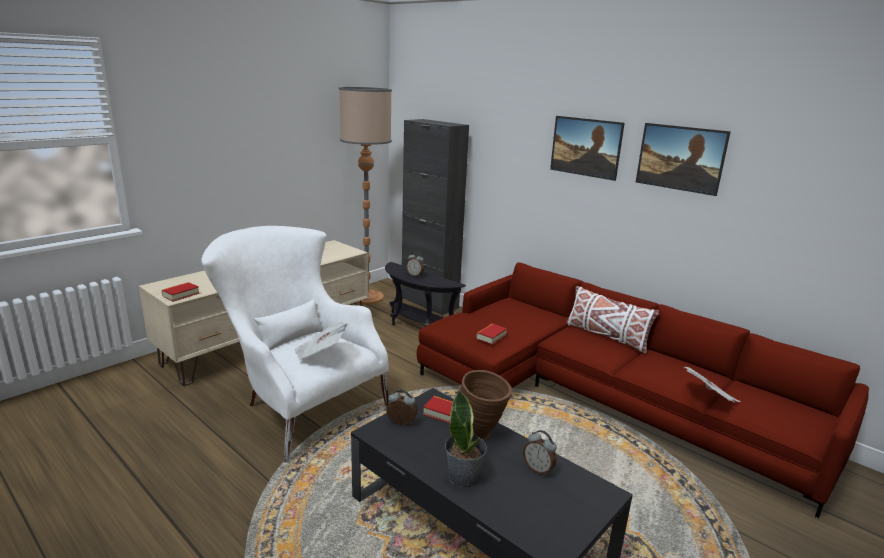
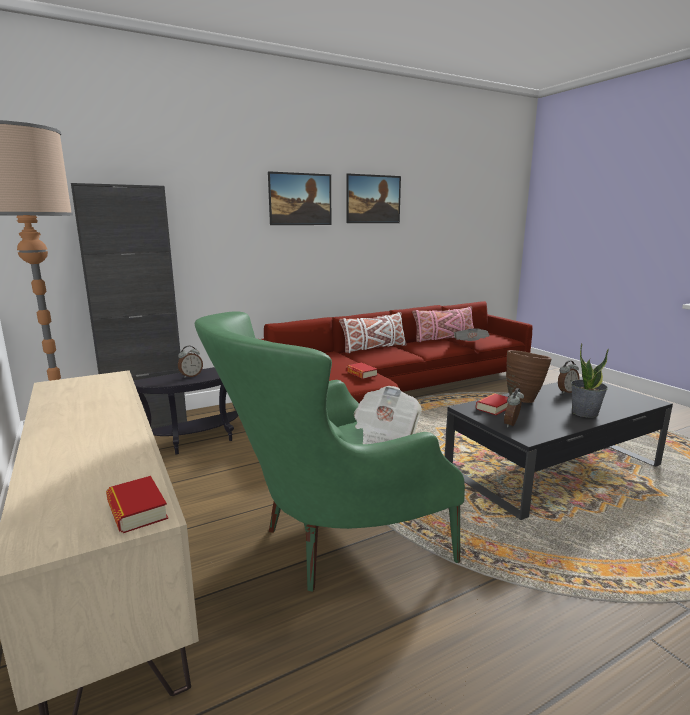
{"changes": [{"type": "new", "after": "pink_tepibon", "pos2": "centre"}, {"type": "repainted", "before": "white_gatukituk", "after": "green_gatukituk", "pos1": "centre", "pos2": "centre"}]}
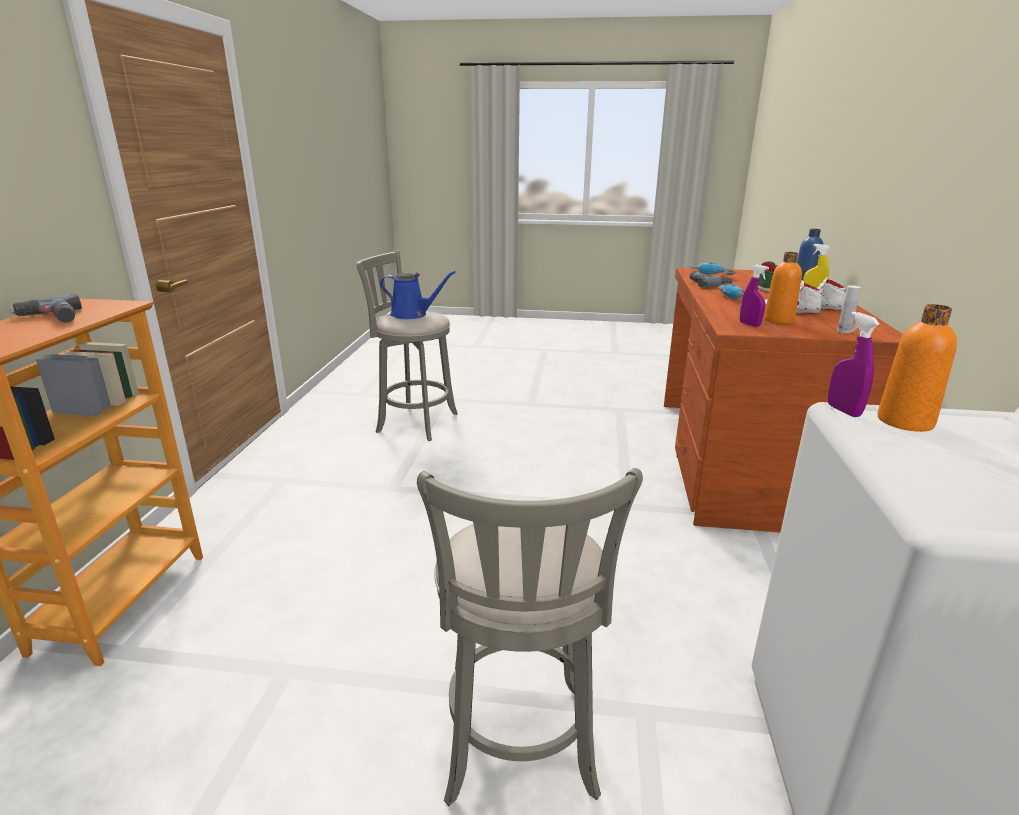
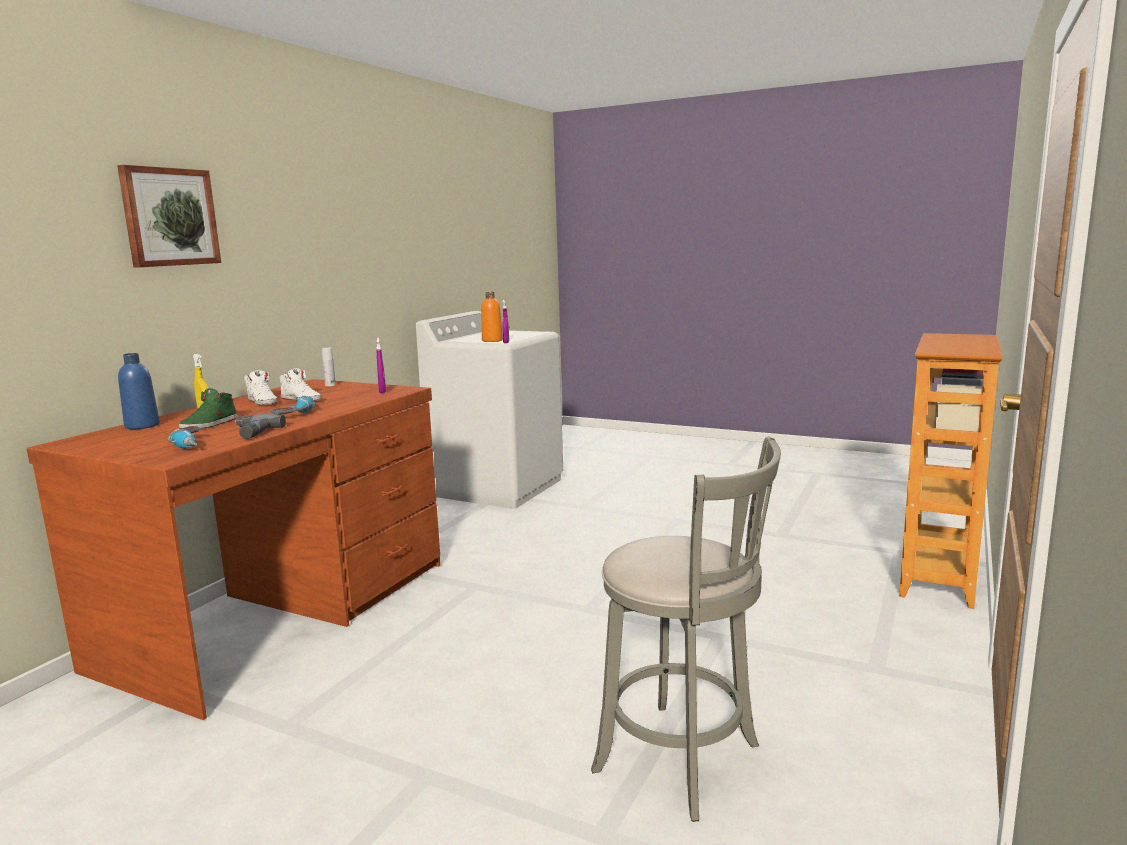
{"changes": [{"type": "gone", "before": "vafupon (no. 1 from left)", "pos1": "middle left"}, {"type": "gone", "before": "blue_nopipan", "pos1": "centre"}, {"type": "gone", "before": "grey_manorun (no. 2 from left)", "pos1": "bottom centre"}, {"type": "gone", "before": "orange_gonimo (no. 1 from left)", "pos1": "middle right"}, {"type": "new", "after": "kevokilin", "pos2": "top left"}]}
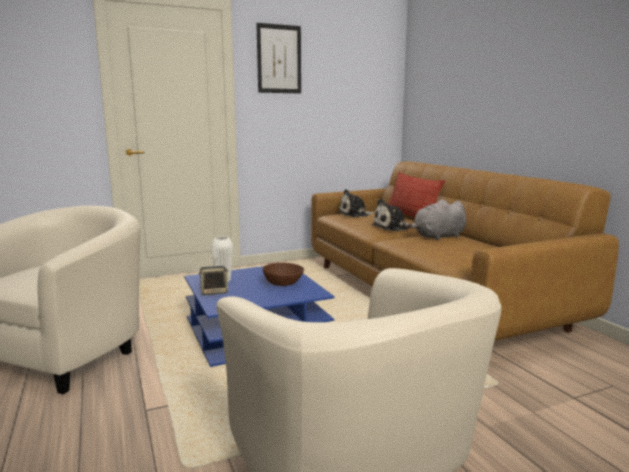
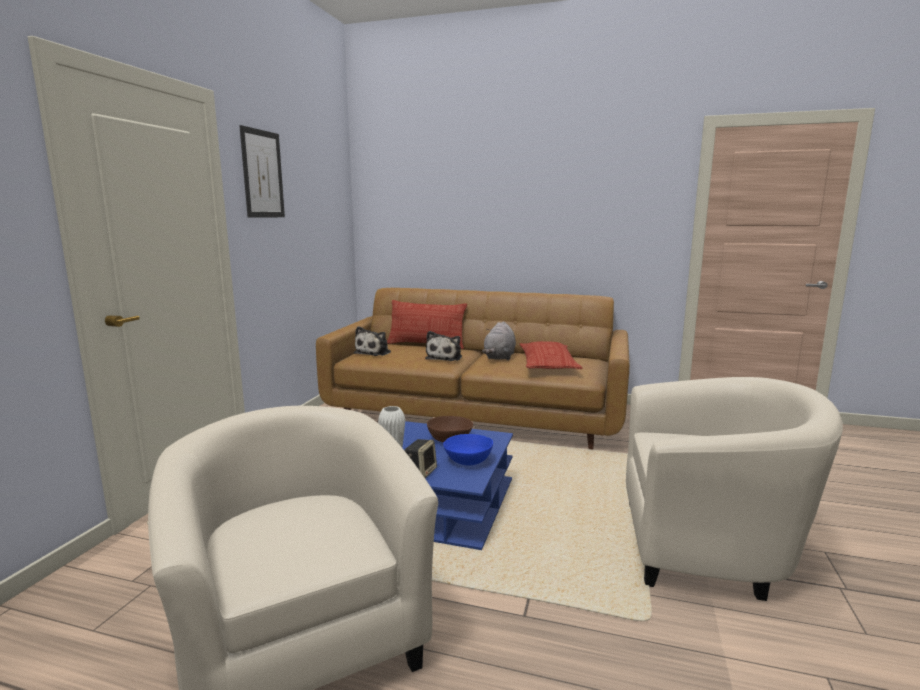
{"changes": [{"type": "new", "after": "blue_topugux", "pos2": "centre"}, {"type": "new", "after": "tepibon (no. 2 from left)", "pos2": "centre"}]}
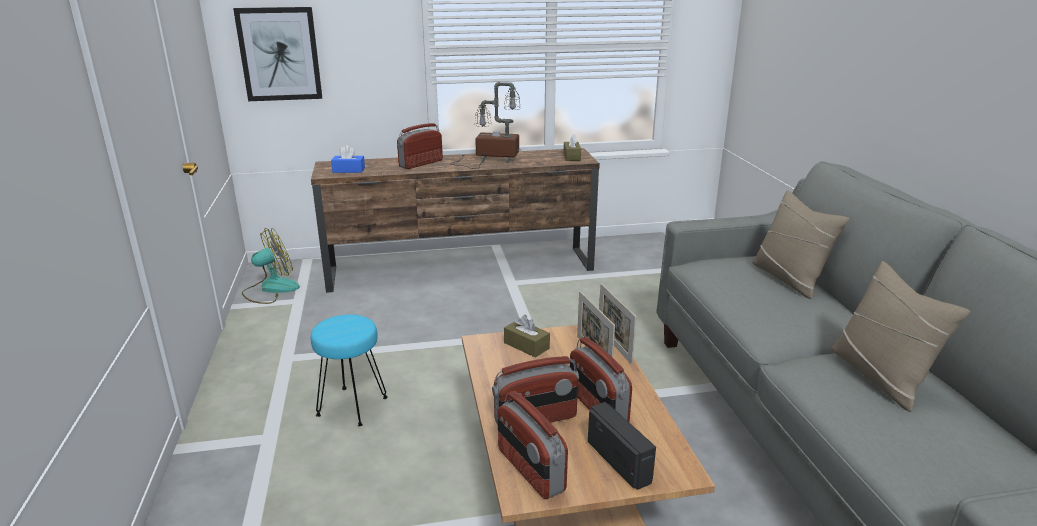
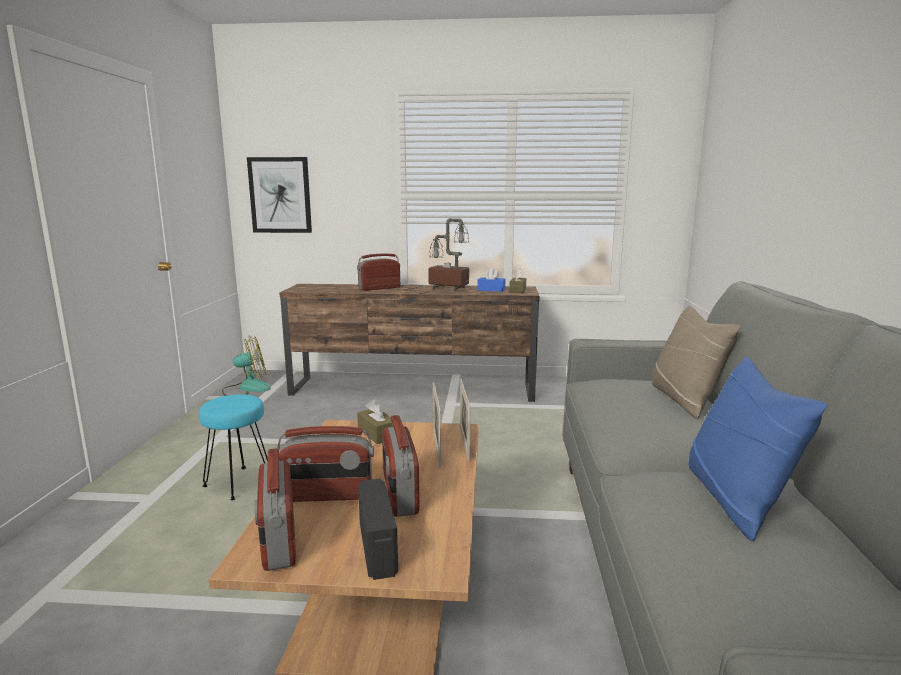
{"changes": [{"type": "shifted", "before": "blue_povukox", "pos1": "top centre", "pos2": "centre"}, {"type": "repainted", "before": "beige_tepibon (no. 2 from left)", "after": "blue_tepibon", "pos1": "middle right", "pos2": "middle right"}]}
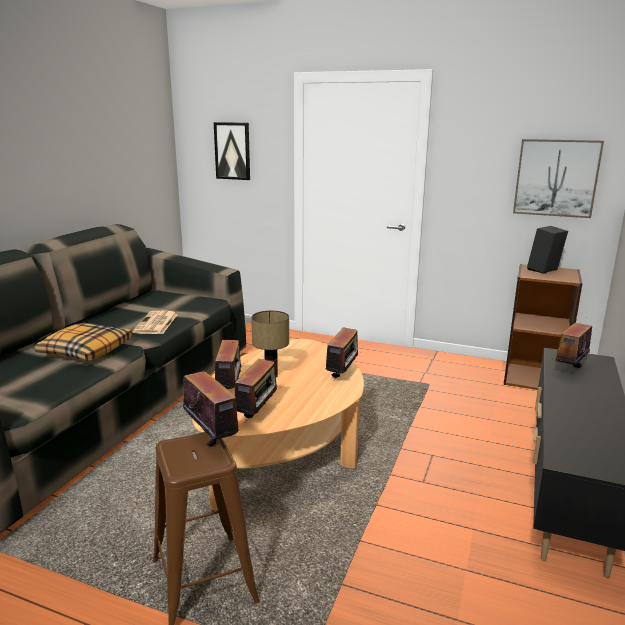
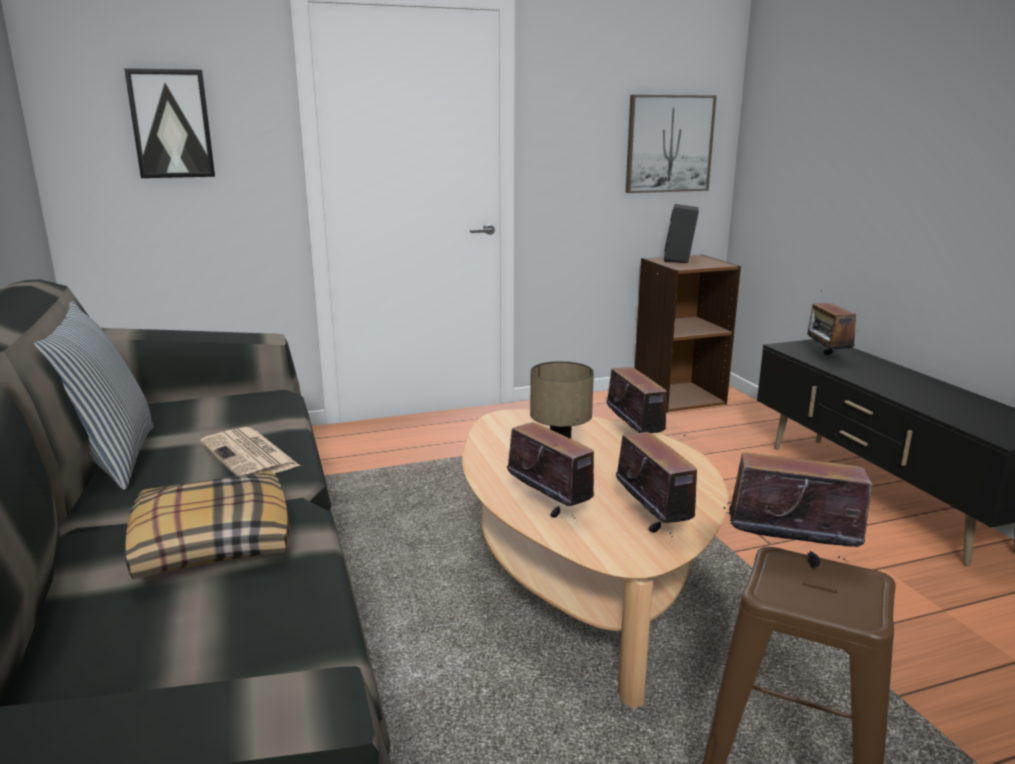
{"changes": [{"type": "new", "after": "tepibon (no. 1 from left)", "pos2": "middle left"}]}
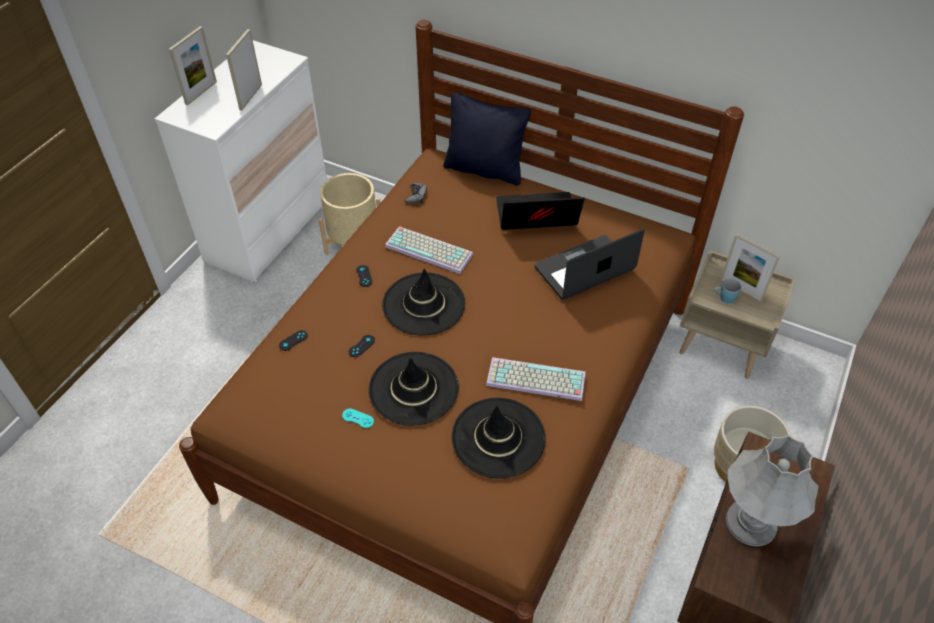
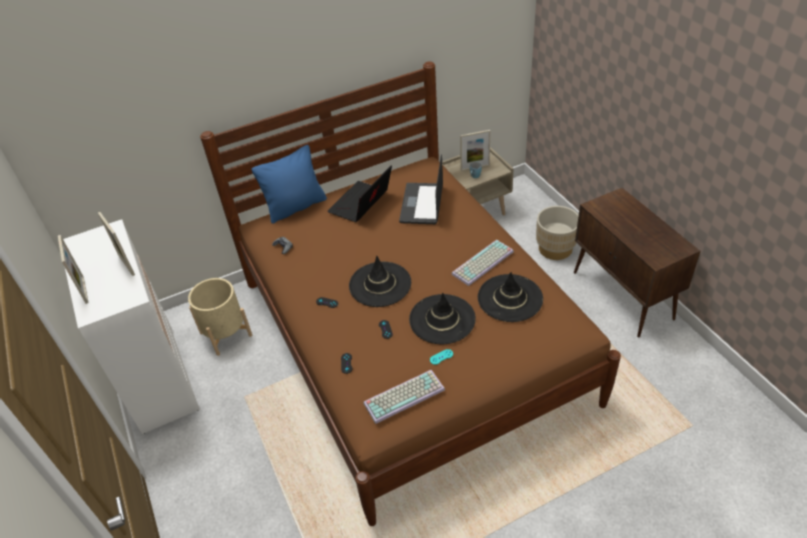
{"changes": [{"type": "gone", "before": "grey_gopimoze", "pos1": "bottom right"}, {"type": "shifted", "before": "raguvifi (no. 1 from left)", "pos1": "centre", "pos2": "bottom centre"}, {"type": "repainted", "before": "black_tepibon", "after": "blue_tepibon", "pos1": "top centre", "pos2": "centre"}]}
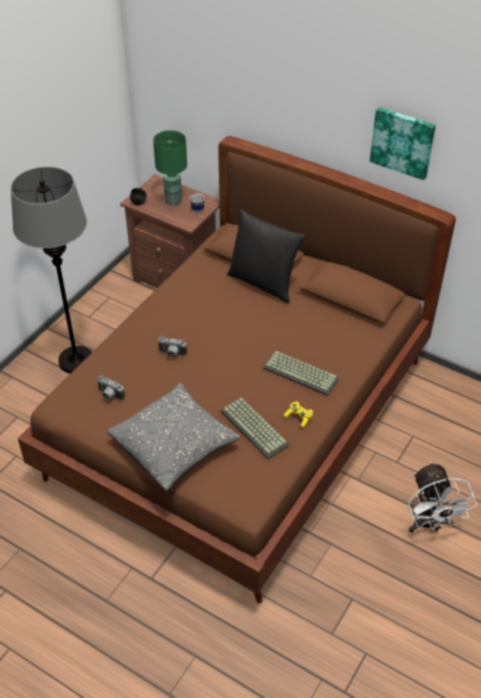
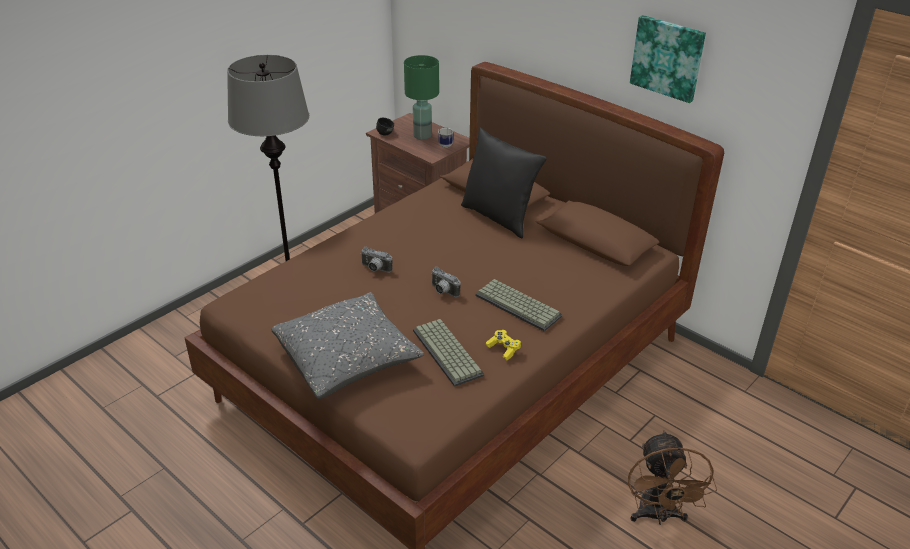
{"changes": [{"type": "shifted", "before": "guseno (no. 1 from left in the first image)", "after": "guseno (no. 2 from left)", "pos1": "middle left", "pos2": "centre"}, {"type": "repainted", "before": "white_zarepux", "after": "brown_zarepux", "pos1": "bottom right", "pos2": "bottom right"}]}
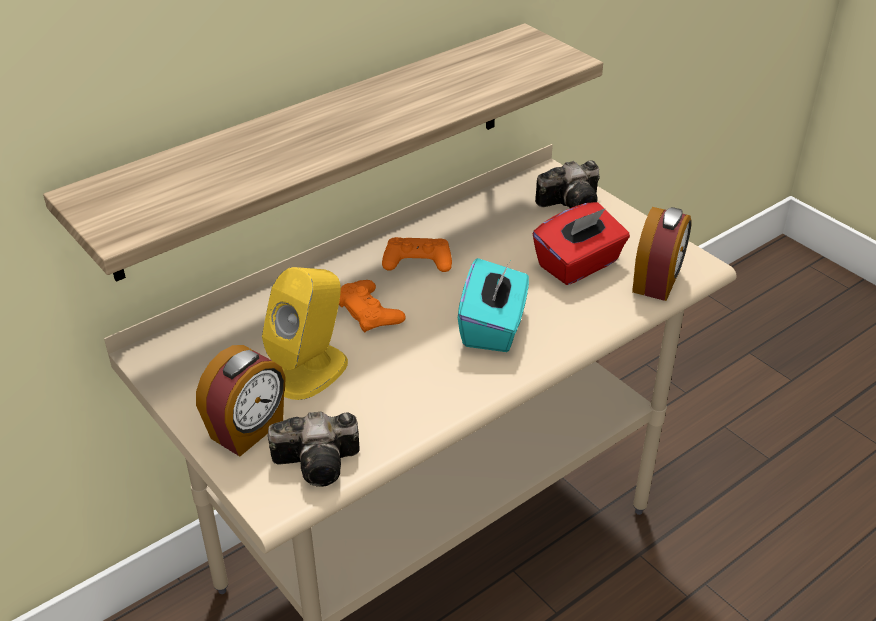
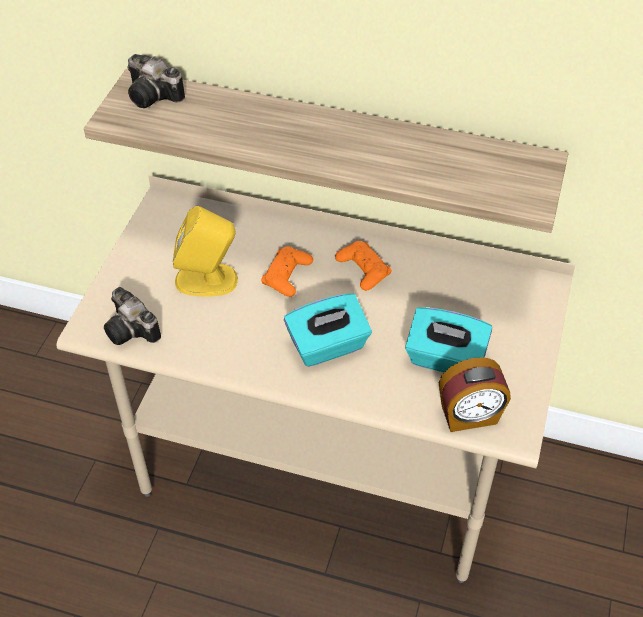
{"changes": [{"type": "gone", "before": "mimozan (no. 1 from left)", "pos1": "middle left"}, {"type": "shifted", "before": "guseno (no. 2 from left)", "pos1": "top centre", "pos2": "top left"}, {"type": "repainted", "before": "red_povukox", "after": "turquoise_povukox (no. 2 from left)", "pos1": "centre", "pos2": "middle right"}]}
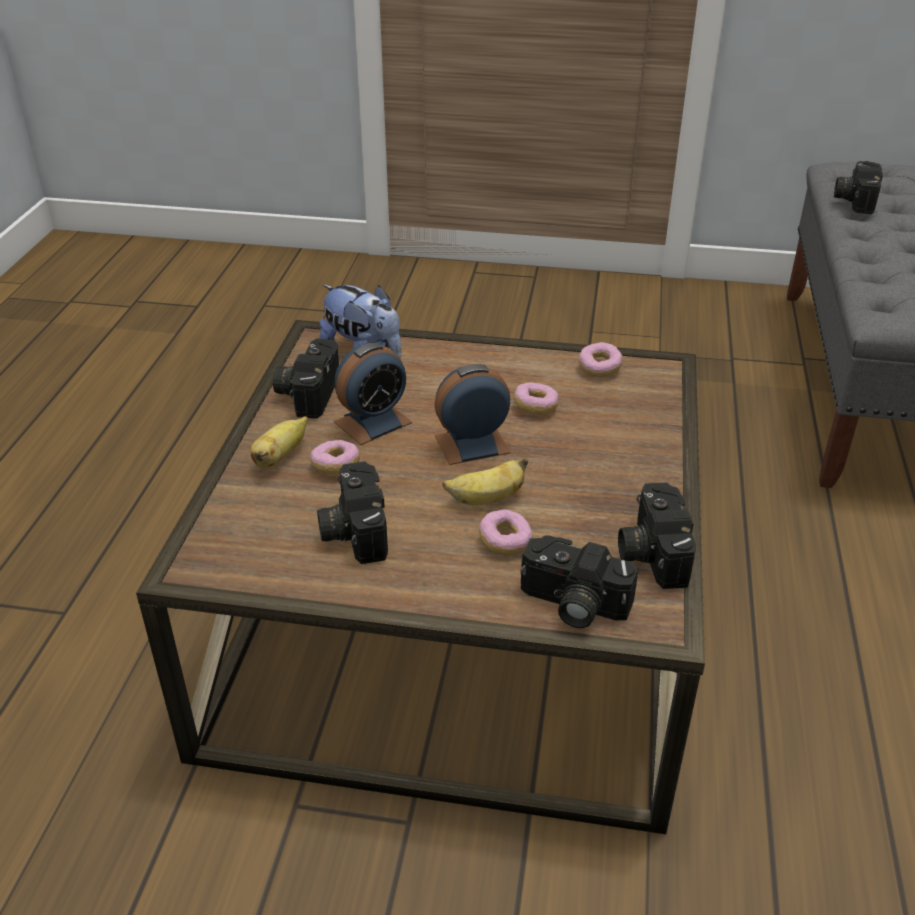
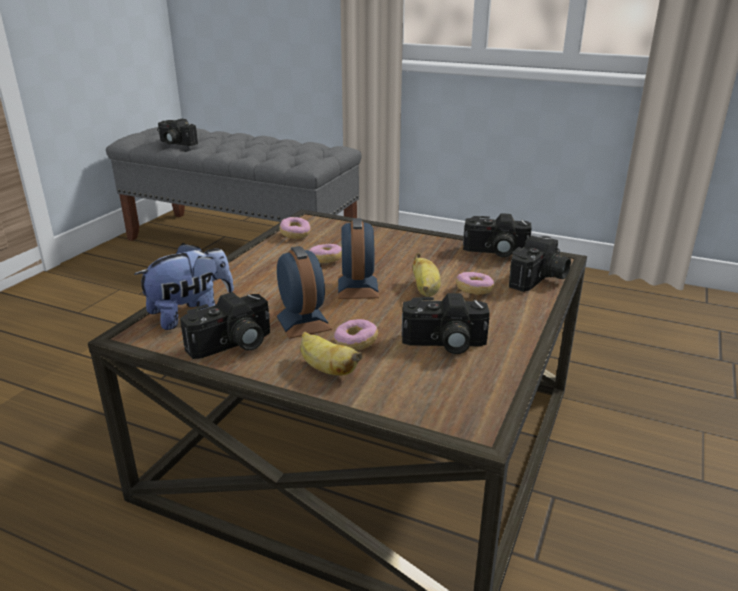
{"changes": [{"type": "rotated", "before": "guseno (no. 1 from left in the first image)", "pos1": "centre", "pos2": "middle left", "turn": -60}]}
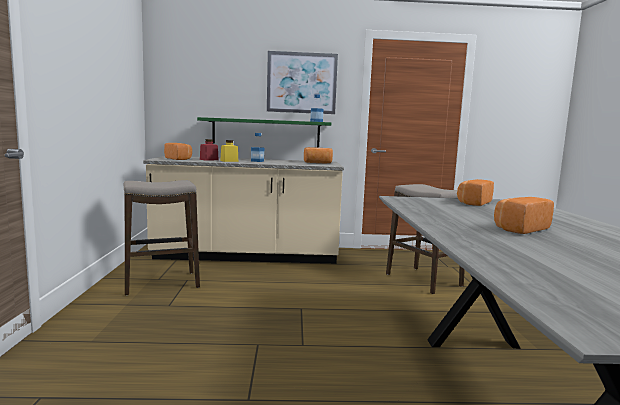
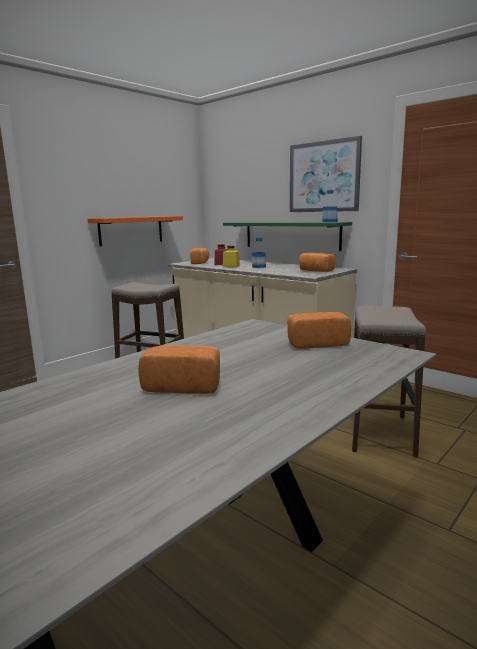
{"changes": [{"type": "new", "after": "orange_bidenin", "pos2": "middle left"}]}
